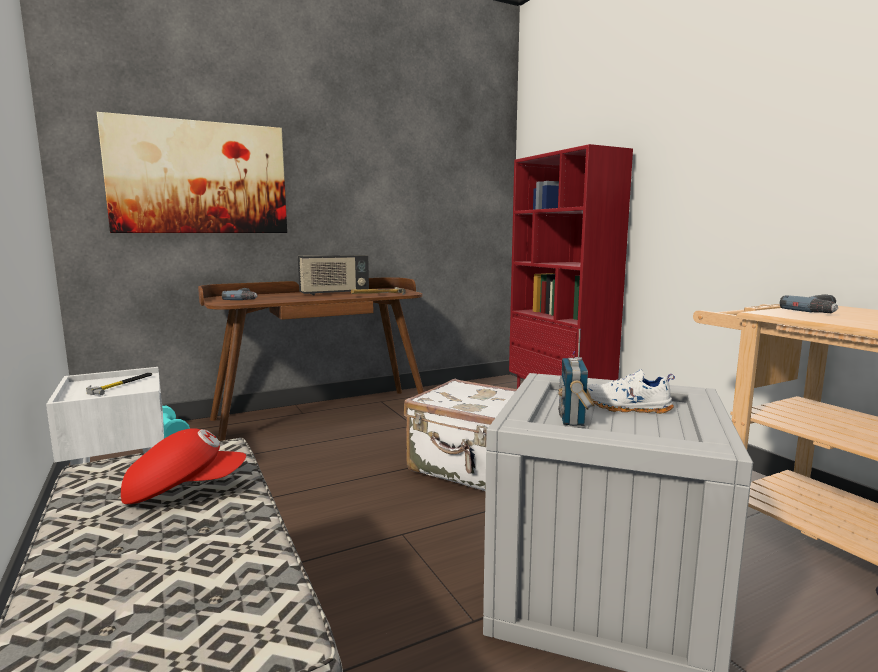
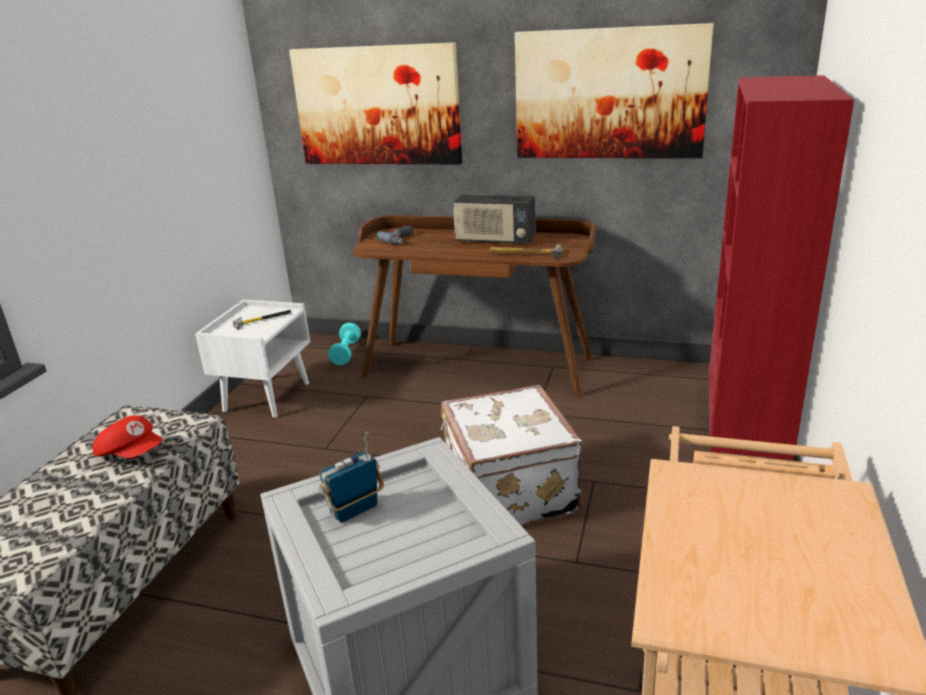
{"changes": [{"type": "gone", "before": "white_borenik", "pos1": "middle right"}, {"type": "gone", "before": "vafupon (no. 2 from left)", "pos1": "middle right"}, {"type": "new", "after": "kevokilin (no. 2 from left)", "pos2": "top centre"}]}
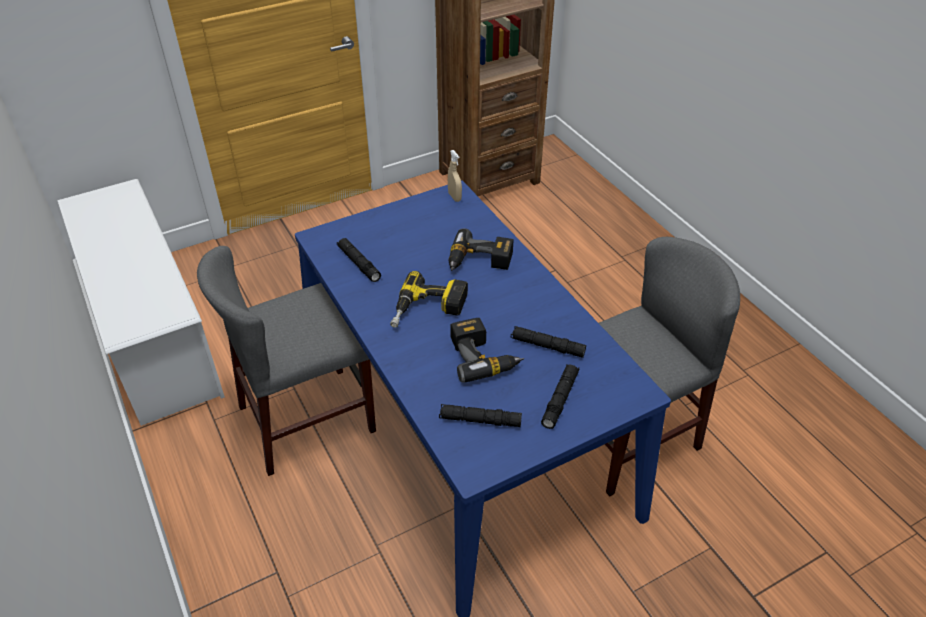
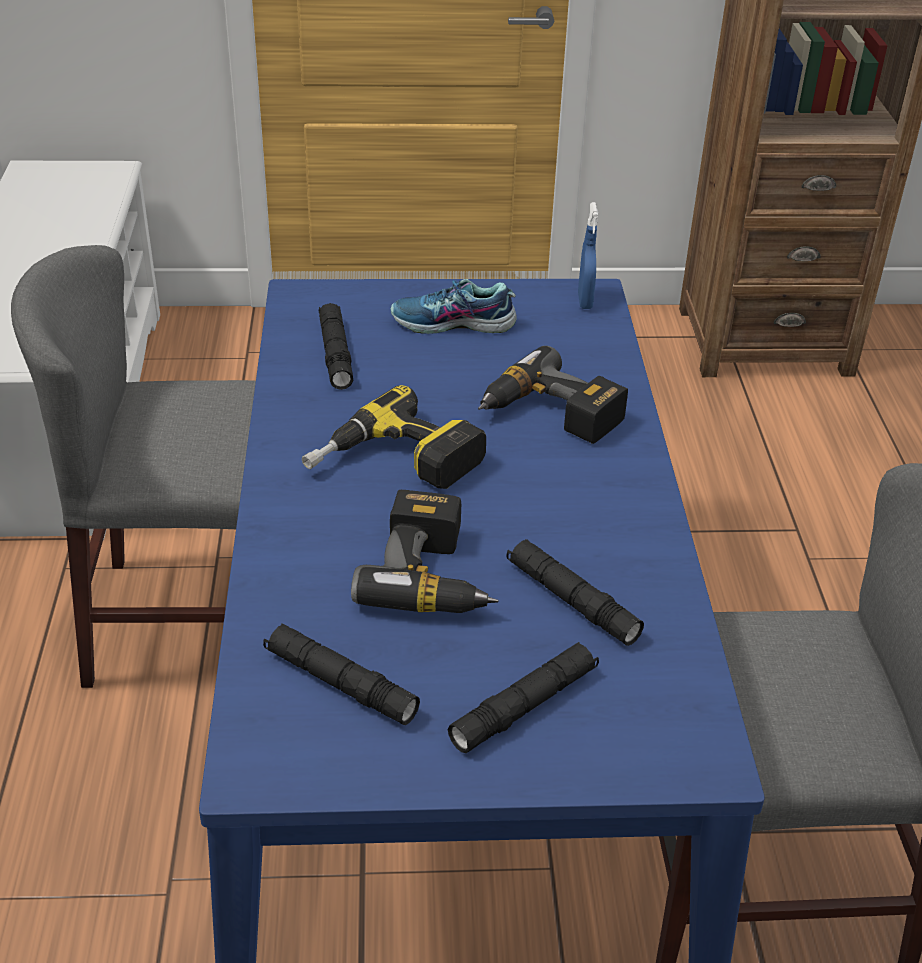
{"changes": [{"type": "new", "after": "borenik", "pos2": "top centre"}, {"type": "repainted", "before": "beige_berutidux", "after": "blue_berutidux", "pos1": "top centre", "pos2": "top centre"}]}
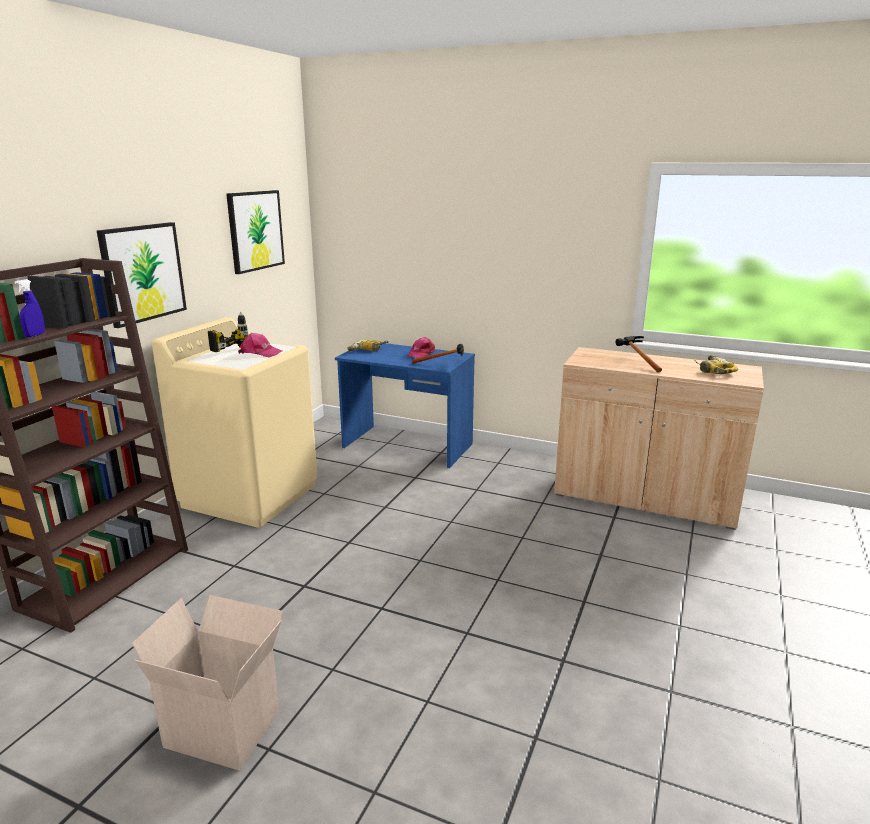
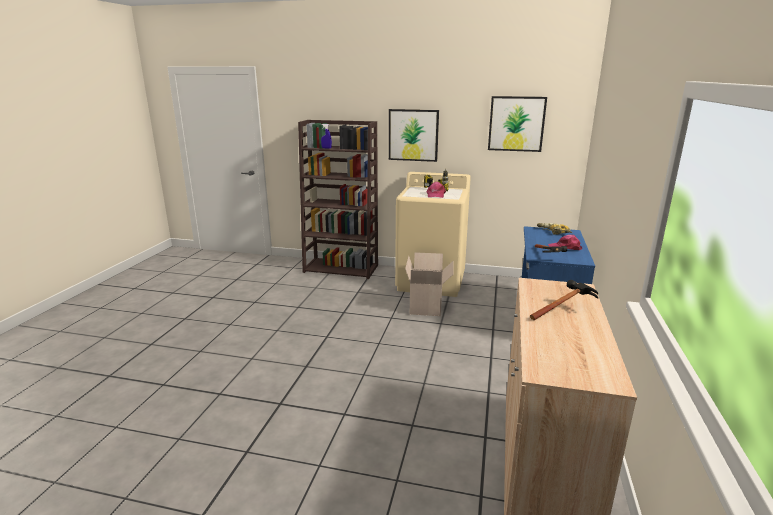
{"changes": [{"type": "gone", "before": "vafupon (no. 3 from left)", "pos1": "middle right"}, {"type": "shifted", "before": "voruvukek", "pos1": "bottom left", "pos2": "centre"}]}
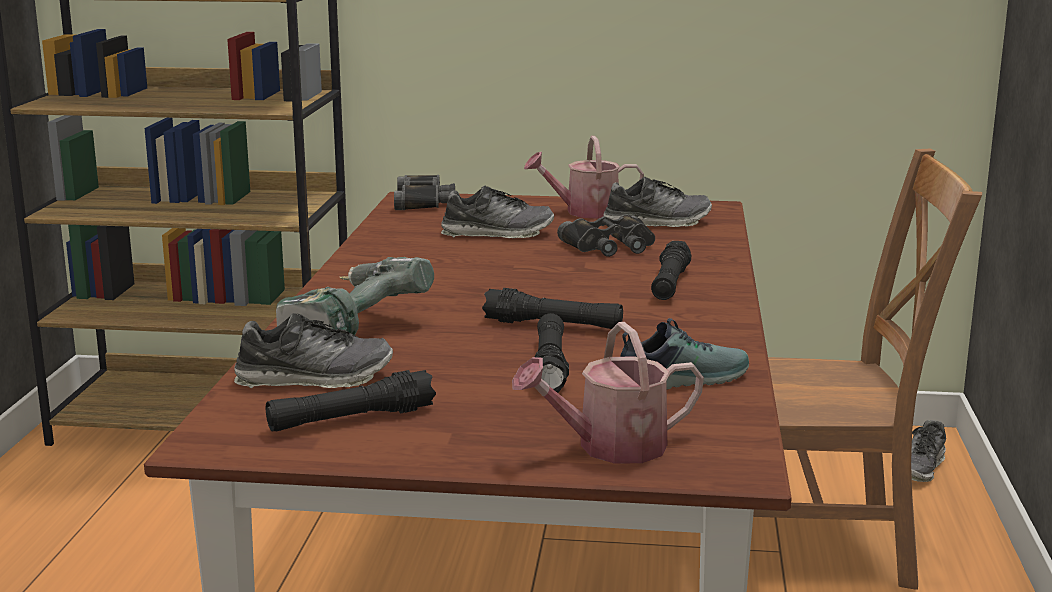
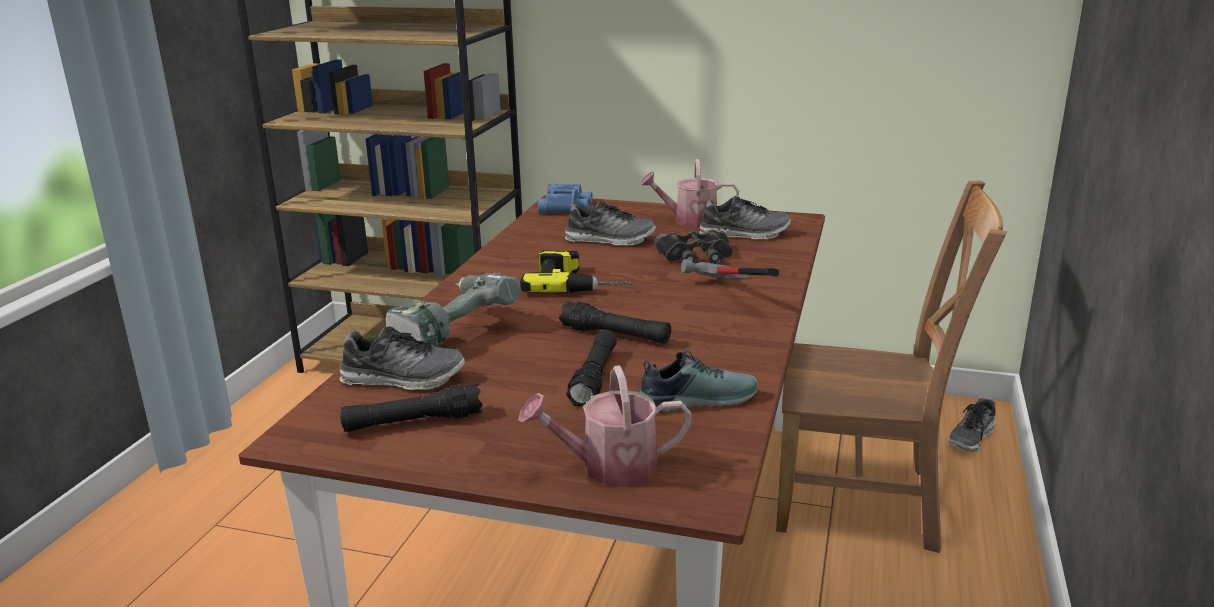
{"changes": [{"type": "new", "after": "vafupon (no. 2 from left)", "pos2": "centre"}, {"type": "swapped", "before": "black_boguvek (no. 4 from left)", "after": "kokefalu", "pos1": "centre", "pos2": "centre"}, {"type": "repainted", "before": "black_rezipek (no. 1 from left)", "after": "blue_rezipek", "pos1": "top centre", "pos2": "top centre"}]}
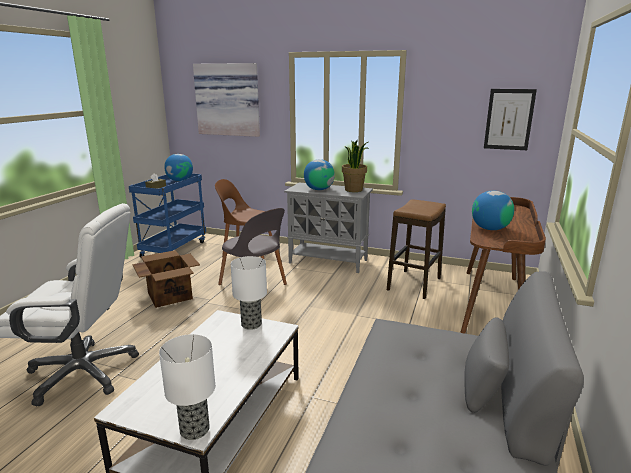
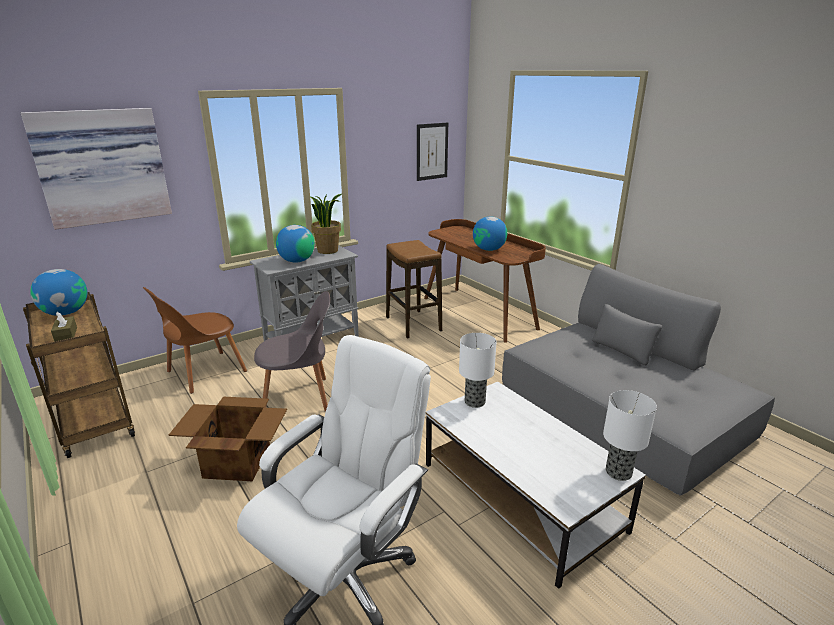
{"changes": [{"type": "repainted", "before": "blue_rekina", "after": "brown_rekina", "pos1": "middle left", "pos2": "middle left"}]}
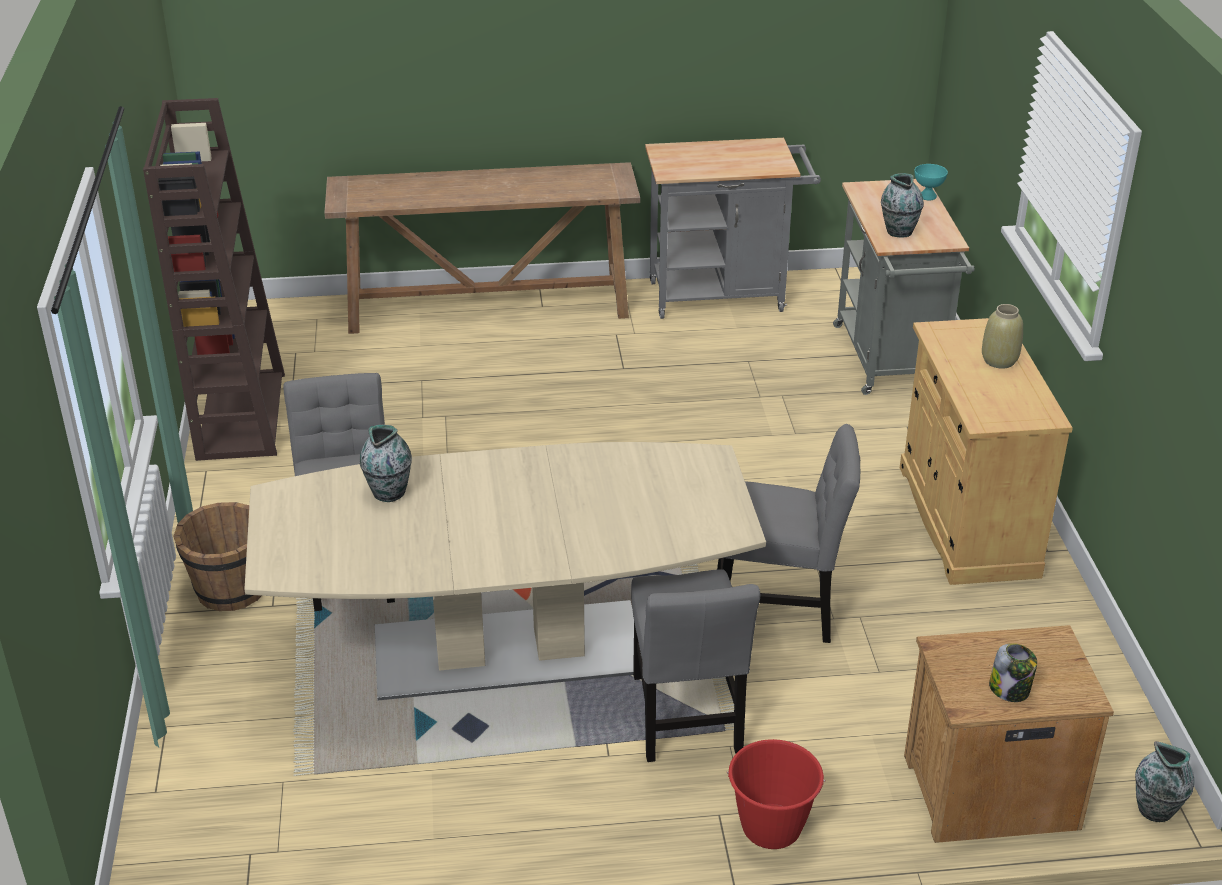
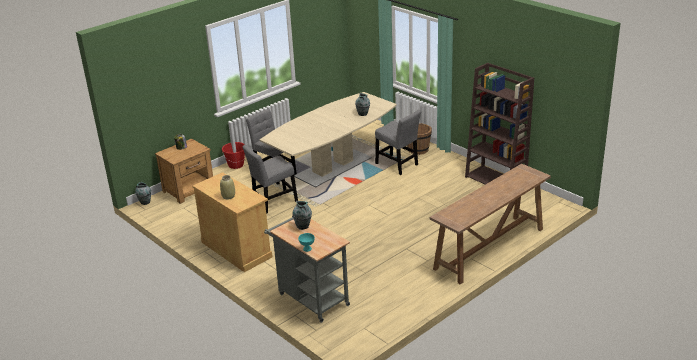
{"changes": [{"type": "gone", "before": "grey_rekina (no. 1 from left)", "pos1": "top centre"}]}
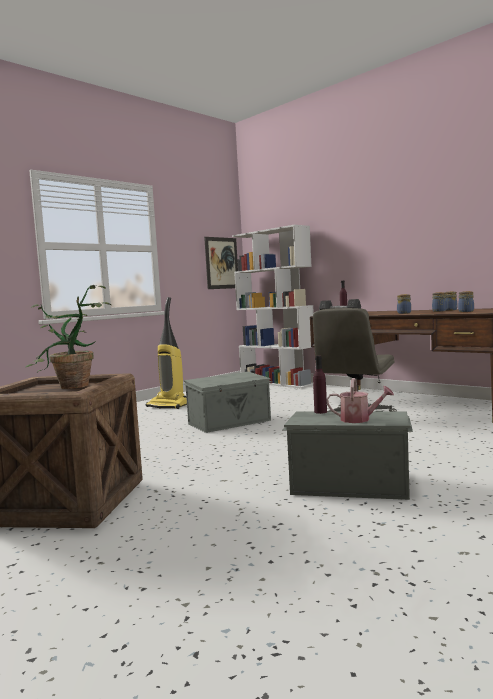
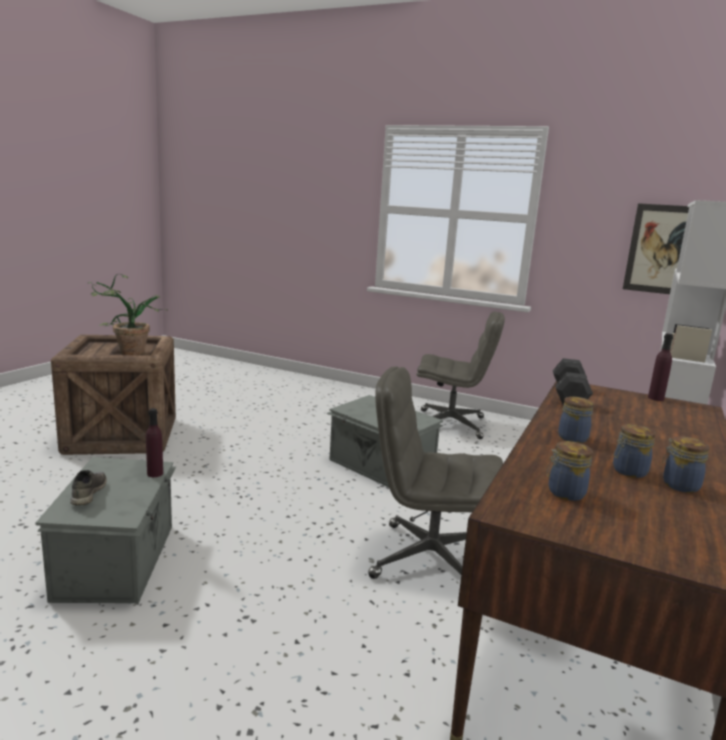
{"changes": [{"type": "swapped", "before": "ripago", "after": "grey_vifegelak (no. 2 from left)", "pos1": "centre", "pos2": "centre"}, {"type": "swapped", "before": "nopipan", "after": "grey_borenik", "pos1": "middle right", "pos2": "middle left"}]}
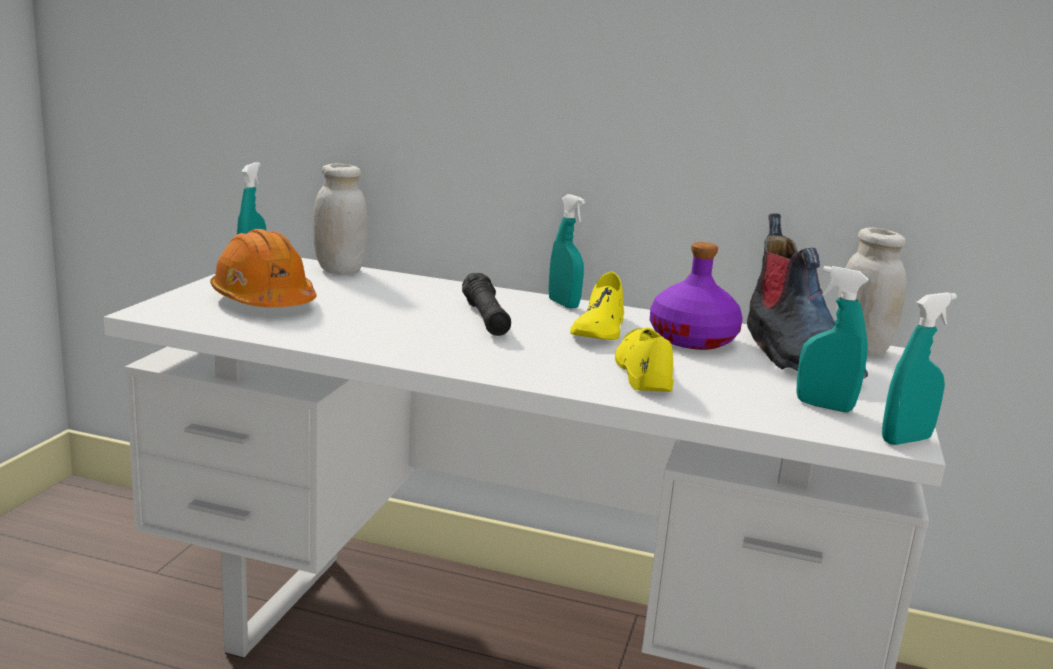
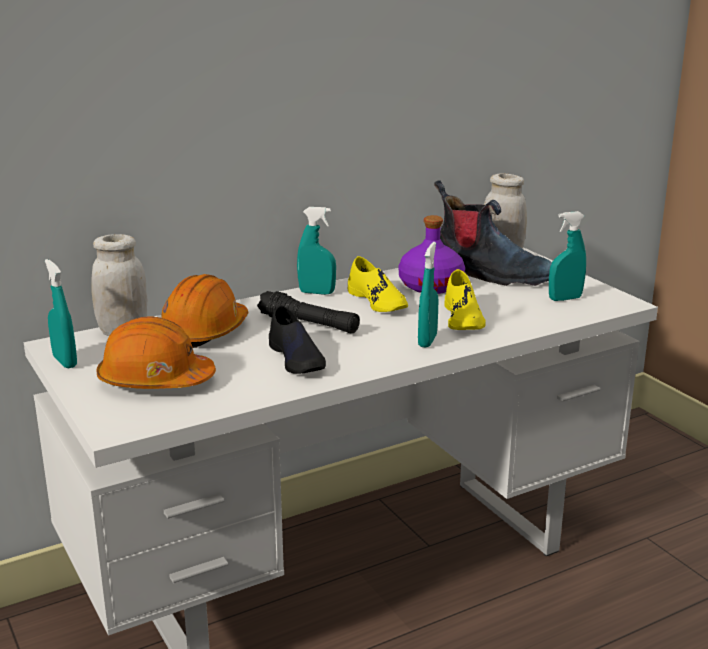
{"changes": [{"type": "new", "after": "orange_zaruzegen (no. 2 from left)", "pos2": "middle left"}, {"type": "new", "after": "black_borenik", "pos2": "centre"}, {"type": "shifted", "before": "turquoise_berutidux (no. 4 from left in the first image)", "after": "turquoise_berutidux (no. 3 from left)", "pos1": "middle right", "pos2": "centre"}, {"type": "rotated", "before": "yellow_borenik (no. 2 from left)", "pos1": "centre", "pos2": "centre", "turn": -135}]}
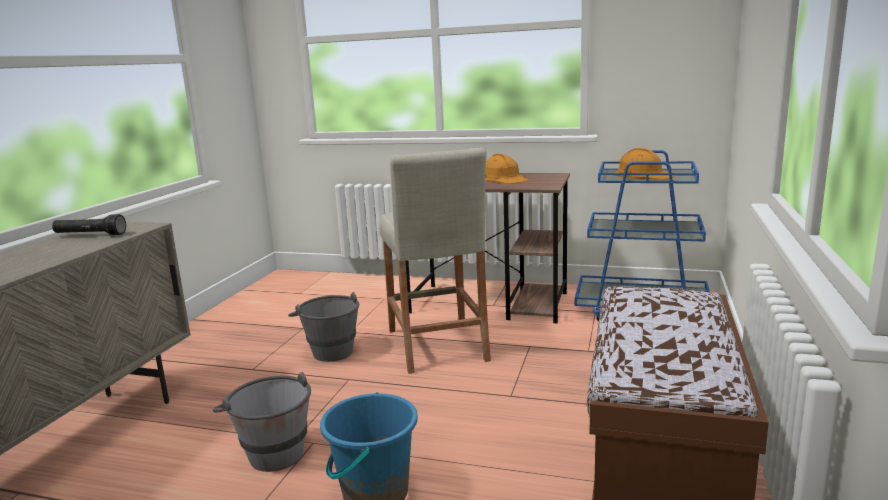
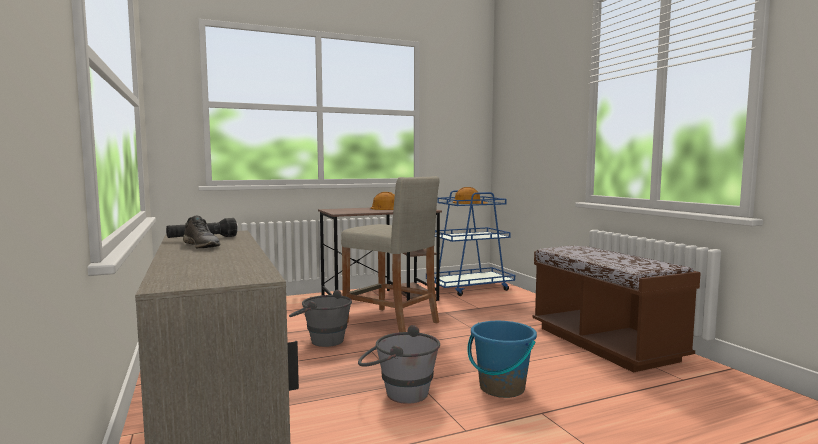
{"changes": [{"type": "new", "after": "grey_borenik", "pos2": "middle left"}]}
